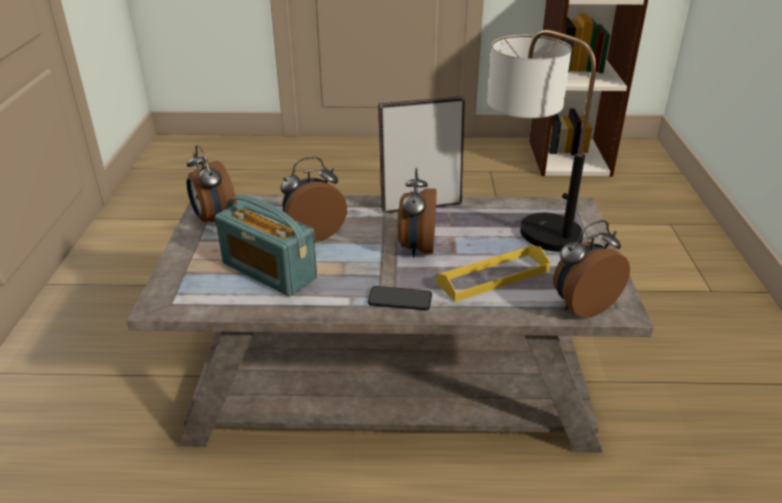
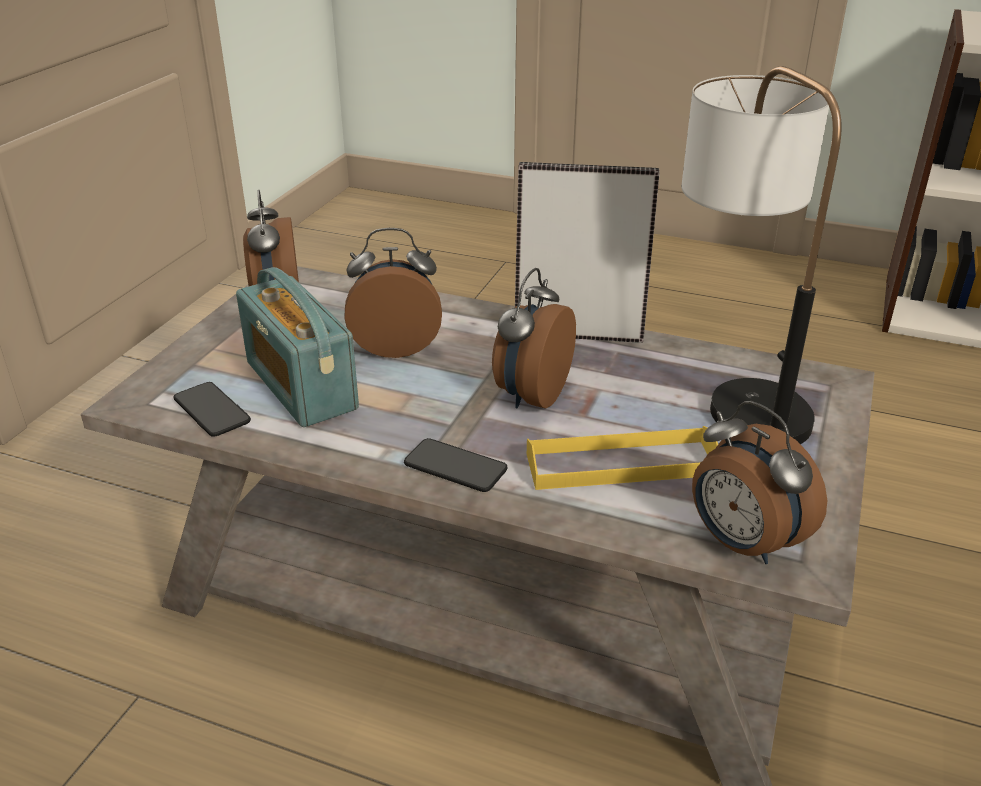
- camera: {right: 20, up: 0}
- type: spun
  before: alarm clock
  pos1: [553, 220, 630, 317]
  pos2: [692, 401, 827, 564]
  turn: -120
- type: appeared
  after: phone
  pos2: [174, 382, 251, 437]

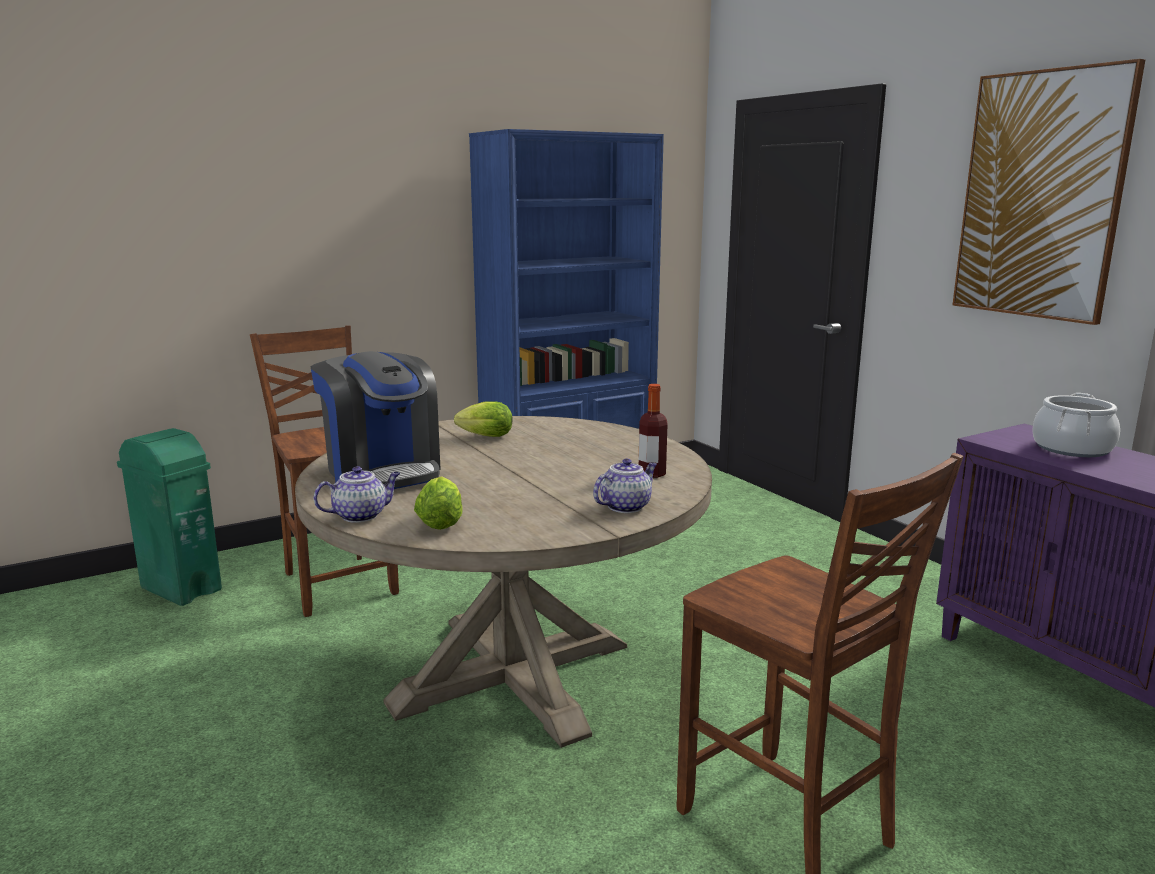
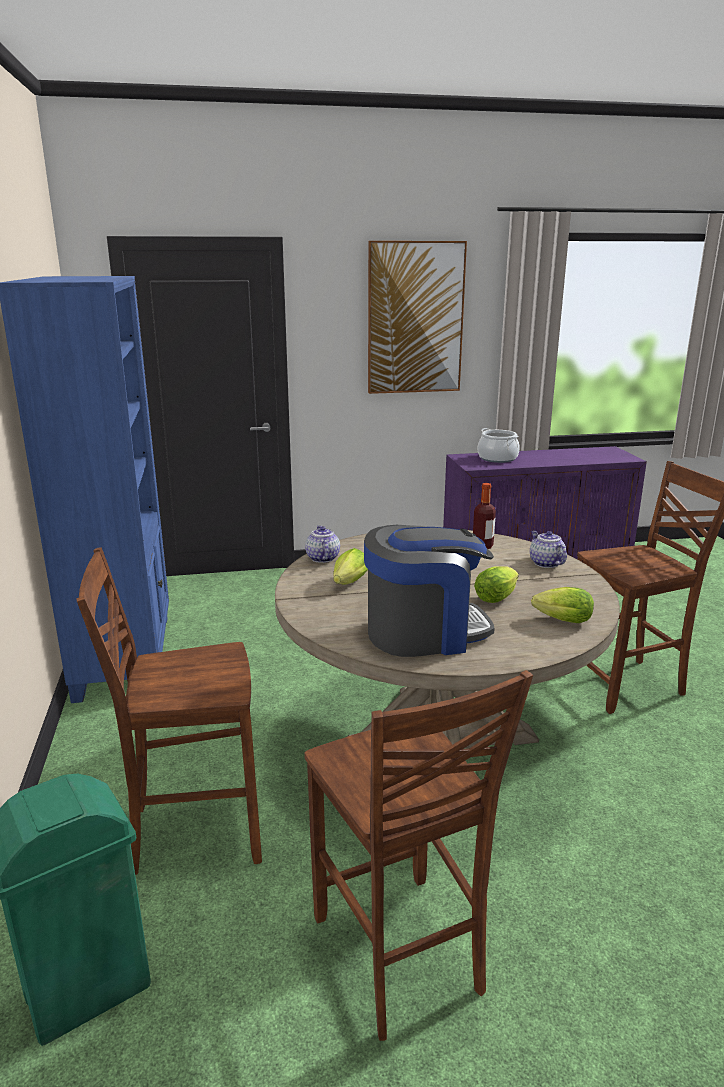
- camera: {right: -70, up: 5}
- type: relocated
  before: teapot
  pos1: [314, 466, 400, 523]
  pos2: [305, 526, 340, 563]
- type: appeared
  after: lettuce
  pos2: [474, 566, 519, 603]
- type: appeared
  after: brown chair
  pos2: [305, 670, 533, 1041]

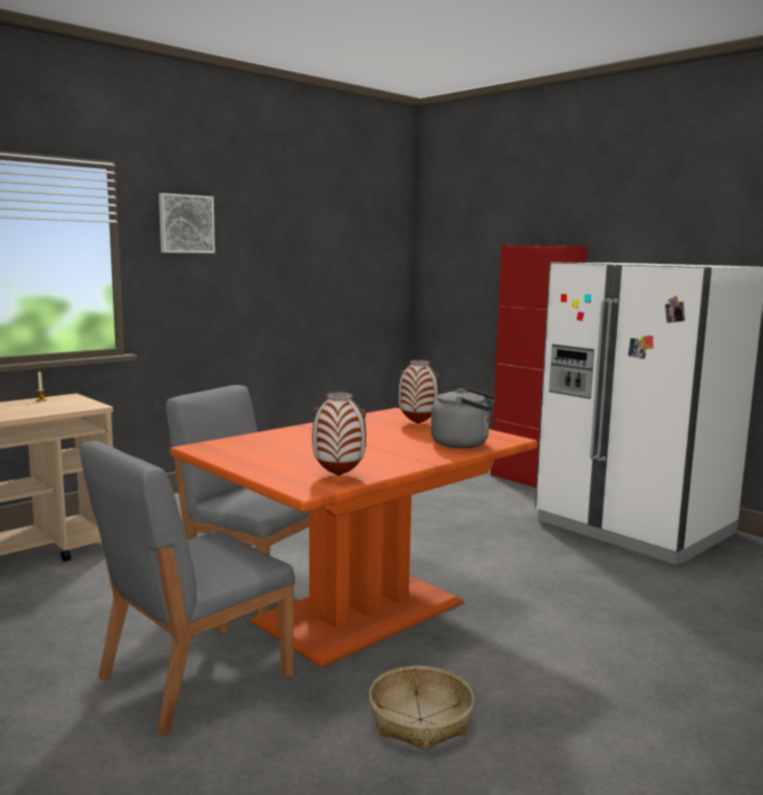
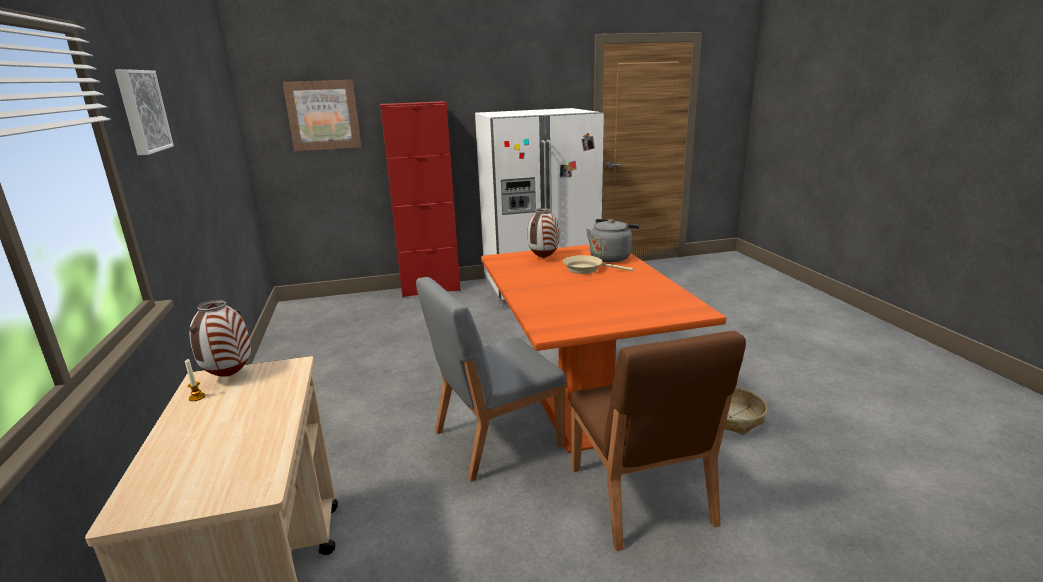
- camera: {right: -60, up: 10}
- type: relocated
  before: vase
  pos1: [312, 392, 366, 476]
  pos2: [189, 300, 251, 377]
- type: colour
  before: grey chair
  after: brown chair
  pos1: [80, 441, 295, 736]
  pos2: [570, 331, 746, 551]
- type: appeared
  after: picture
  pos2: [282, 80, 361, 151]
- type: appeared
  after: beige frying pan
  pos2: [563, 255, 633, 274]

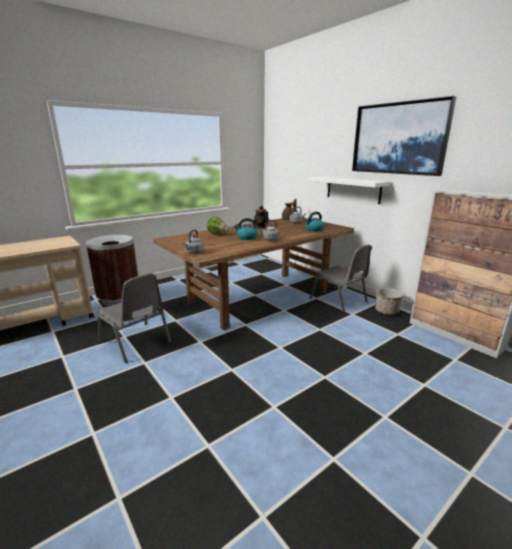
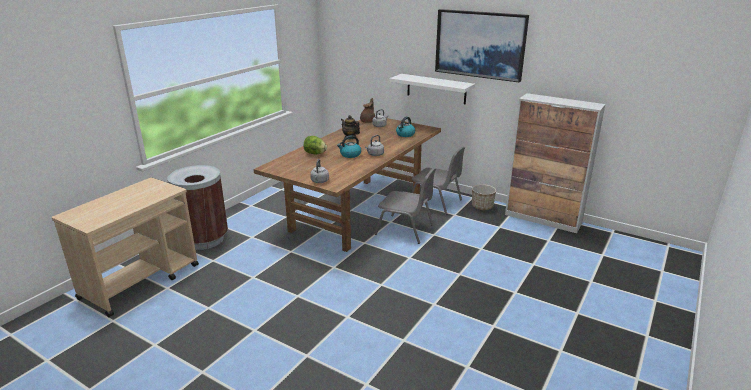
- camera: {right: -20, up: 5}
- type: relocated
  before: grey chair
  pos1: [98, 274, 171, 363]
  pos2: [375, 168, 436, 244]

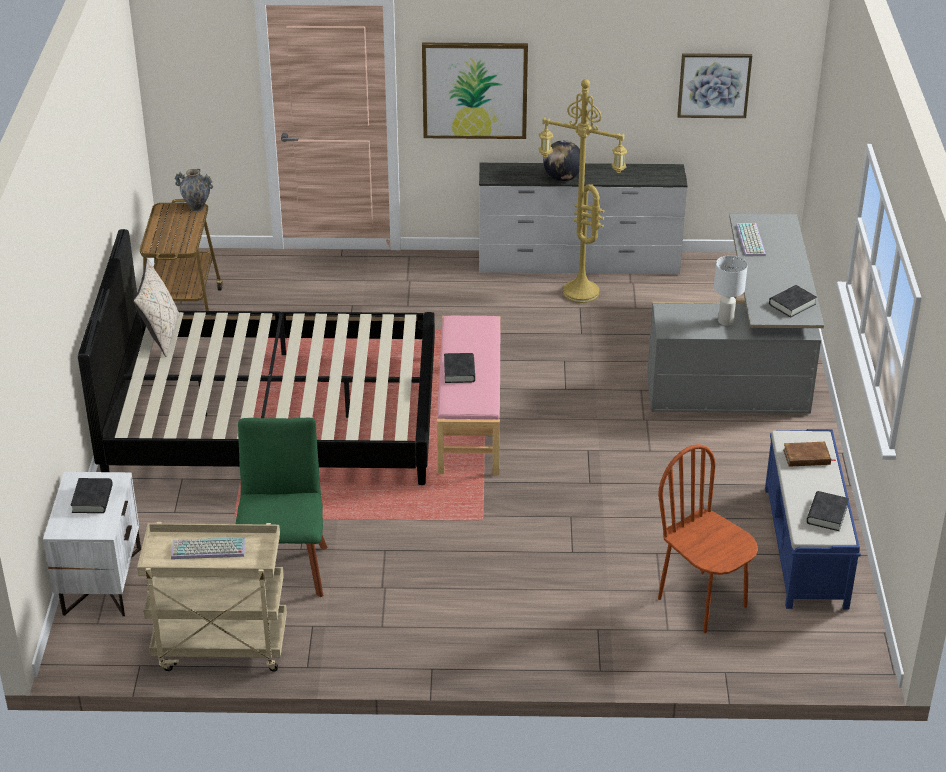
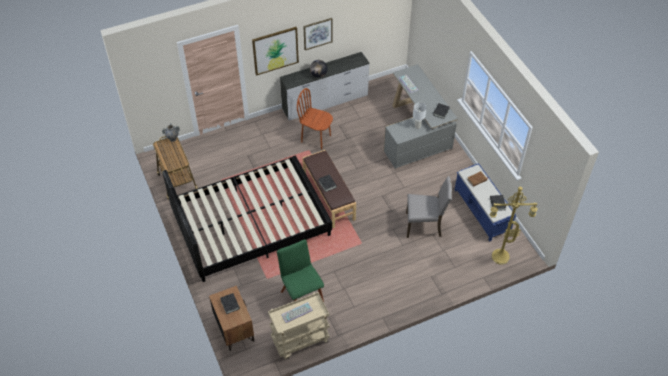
- camera: {right: -25, up: 15}
- type: relocated
  before: picture
  pos1: [677, 53, 752, 118]
  pos2: [303, 18, 333, 50]
- type: relocated
  before: yellow floor lamp
  pos1: [538, 79, 627, 303]
  pos2: [489, 187, 538, 265]
- type: missing
  before: beige pillow
  pos1: [133, 258, 180, 357]
- type: colour
  before: pink bench
  after: brown bench
  pos1: [437, 316, 501, 476]
  pos2: [302, 150, 356, 228]
- type: relocated
  before: brown chair
  pos1: [658, 444, 758, 633]
  pos2: [297, 88, 333, 150]
- type: colour
  before: white nightstand
  after: brown nightstand
  pos1: [43, 472, 141, 616]
  pos2: [209, 286, 254, 351]
- type: appeared
  after: grey chair
  pos2: [406, 176, 452, 238]

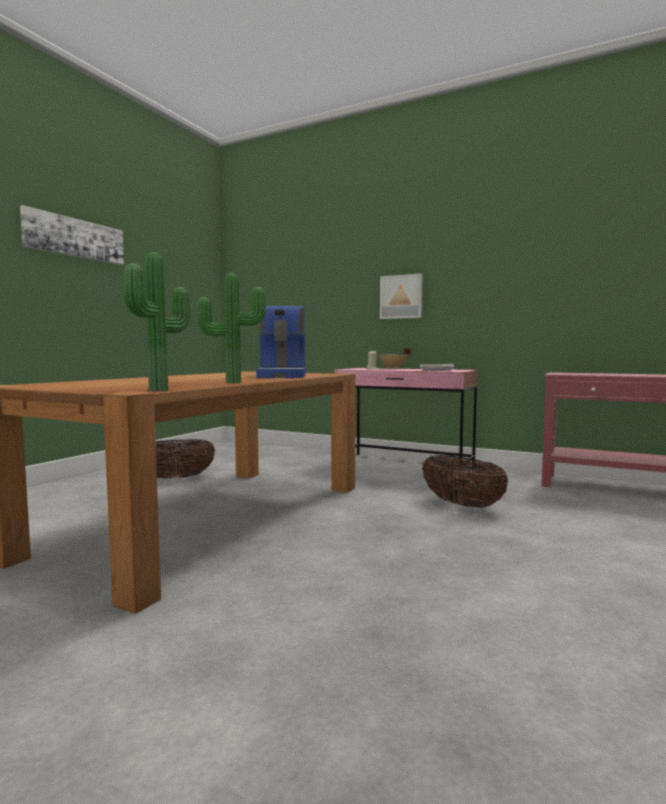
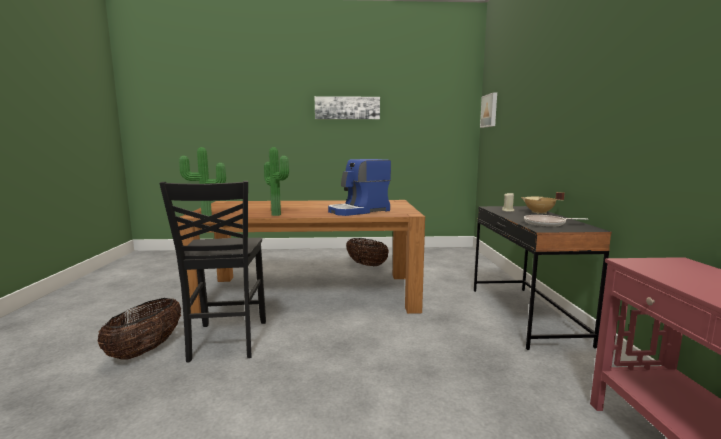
- camera: {right: 60, up: 5}
- type: relocated
  before: picture
  pos1: [380, 273, 423, 319]
  pos2: [480, 92, 497, 128]
- type: colour
  before: pink desk
  after: black desk
  pos1: [334, 368, 478, 479]
  pos2: [474, 206, 612, 350]
- type: relocated
  before: basket
  pos1: [422, 455, 508, 508]
  pos2: [98, 298, 181, 359]
- type: appeared
  after: black chair
  pos2: [159, 181, 266, 362]

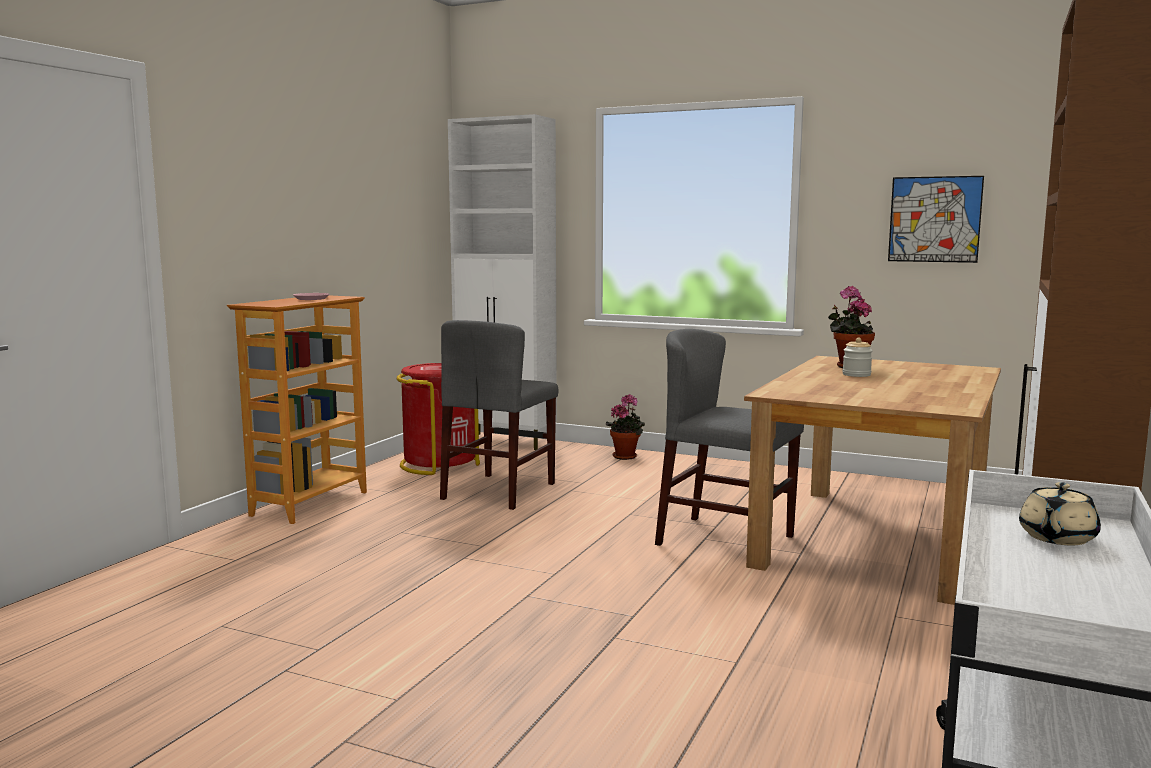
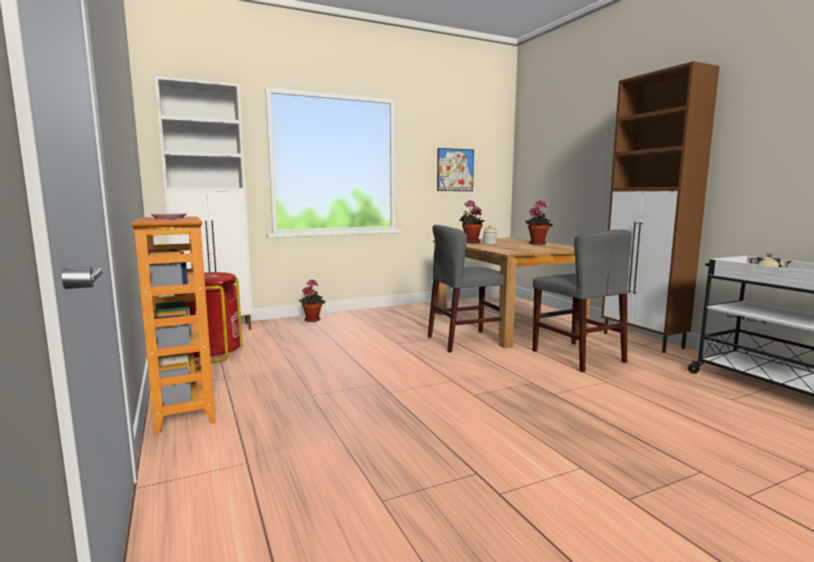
- camera: {right: -50, up: 0}
- type: relocated
  before: grey chair
  pos1: [440, 320, 558, 510]
  pos2: [533, 230, 632, 372]
- type: appeared
  after: potted plant
  pos2: [525, 201, 553, 245]

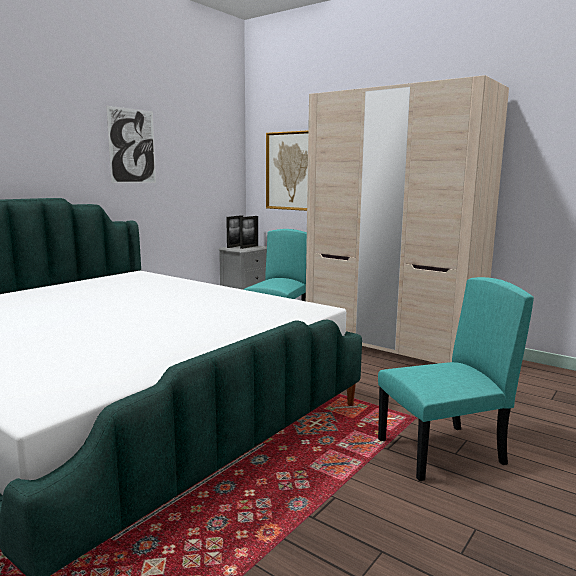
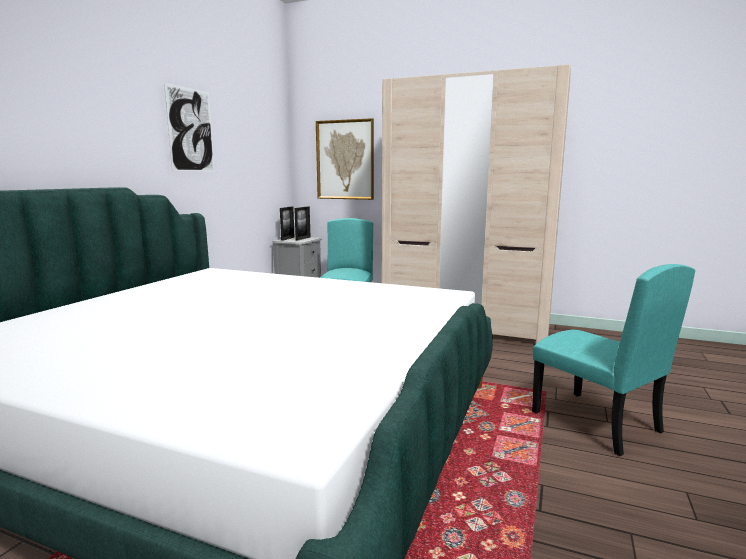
- camera: {right: -15, up: 0}
- type: spun
  before: turquoise chair
  pos1: [378, 277, 534, 481]
  pos2: [532, 264, 695, 456]
  turn: 90

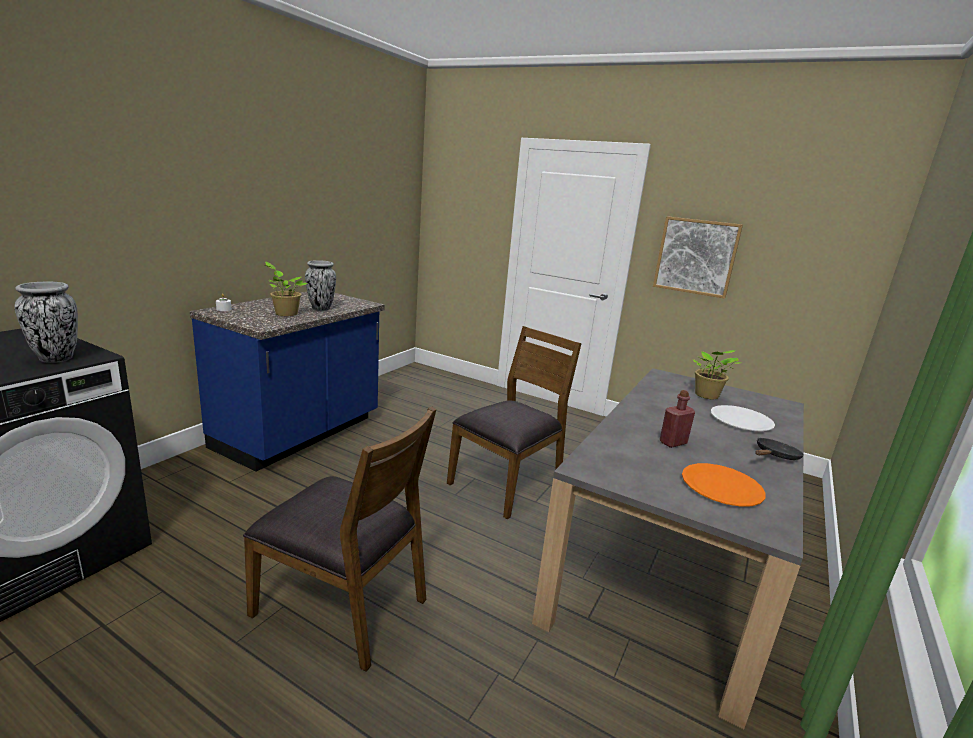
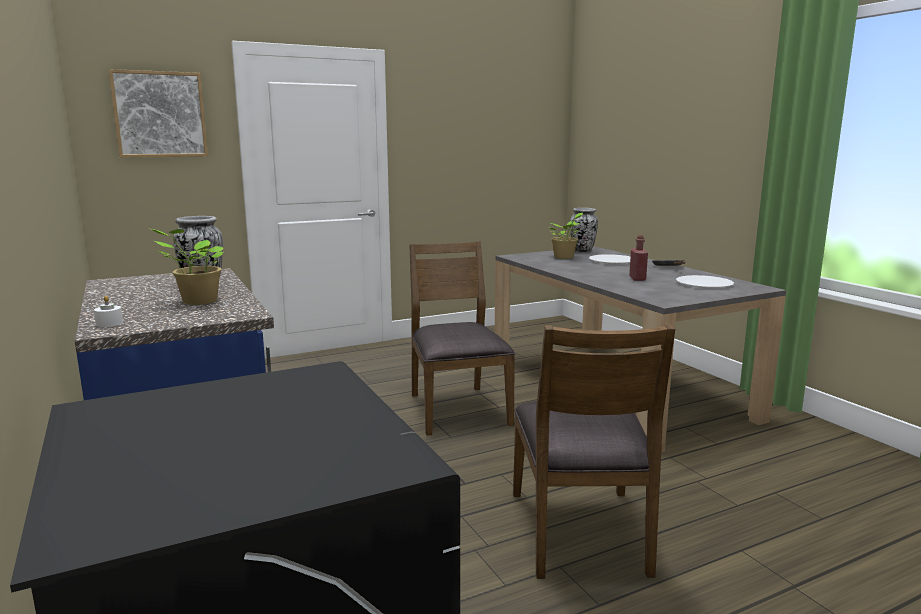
- camera: {right: -55, up: -5}
- type: relocated
  before: picture
  pos1: [653, 216, 743, 299]
  pos2: [108, 69, 208, 158]
- type: relocated
  before: vase
  pos1: [15, 282, 78, 363]
  pos2: [570, 208, 598, 253]
- type: spun
  before: brown chair
  pos1: [243, 406, 437, 672]
  pos2: [513, 325, 675, 579]
  turn: 120
- type: colour
  before: orange plate
  after: white plate
  pos1: [682, 463, 766, 506]
  pos2: [676, 275, 734, 288]

